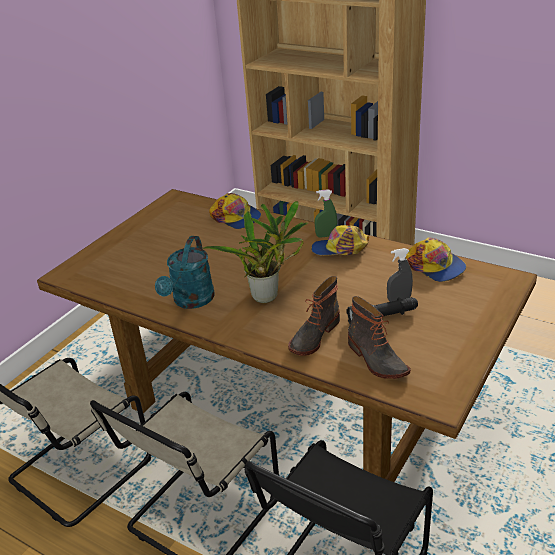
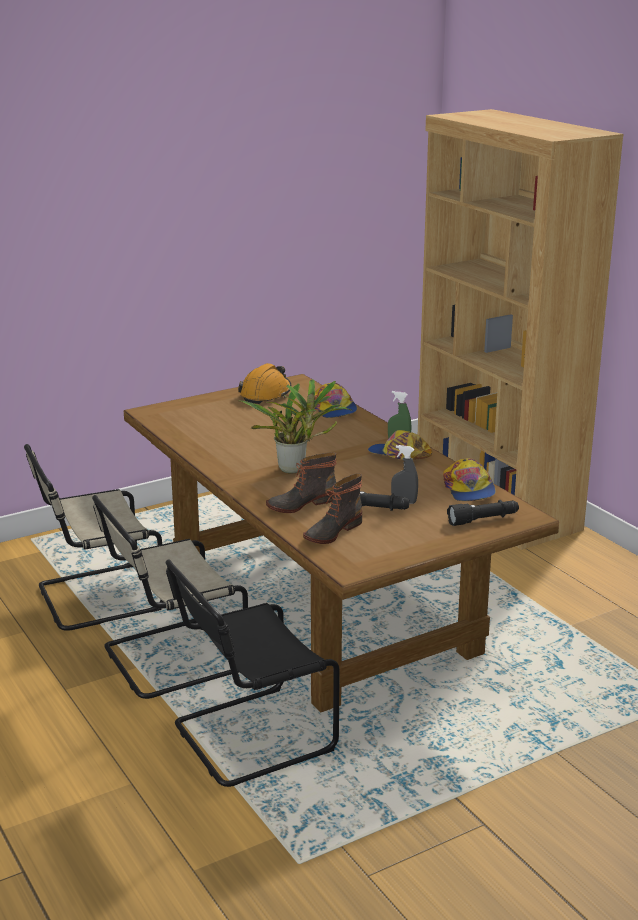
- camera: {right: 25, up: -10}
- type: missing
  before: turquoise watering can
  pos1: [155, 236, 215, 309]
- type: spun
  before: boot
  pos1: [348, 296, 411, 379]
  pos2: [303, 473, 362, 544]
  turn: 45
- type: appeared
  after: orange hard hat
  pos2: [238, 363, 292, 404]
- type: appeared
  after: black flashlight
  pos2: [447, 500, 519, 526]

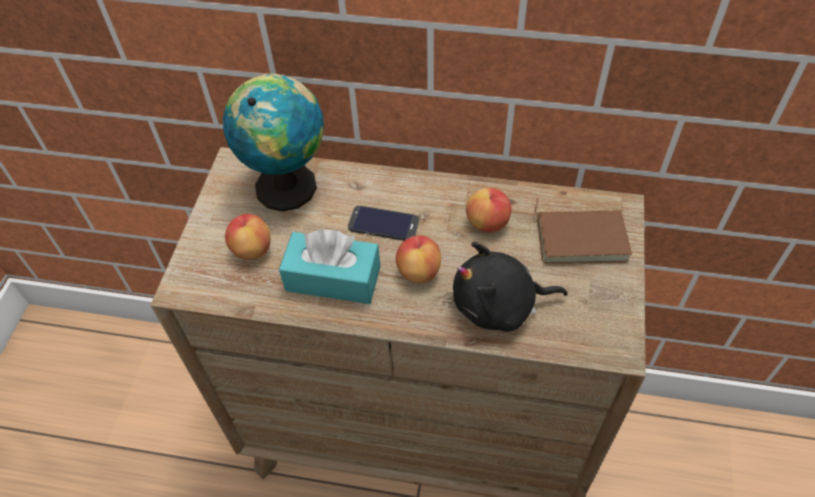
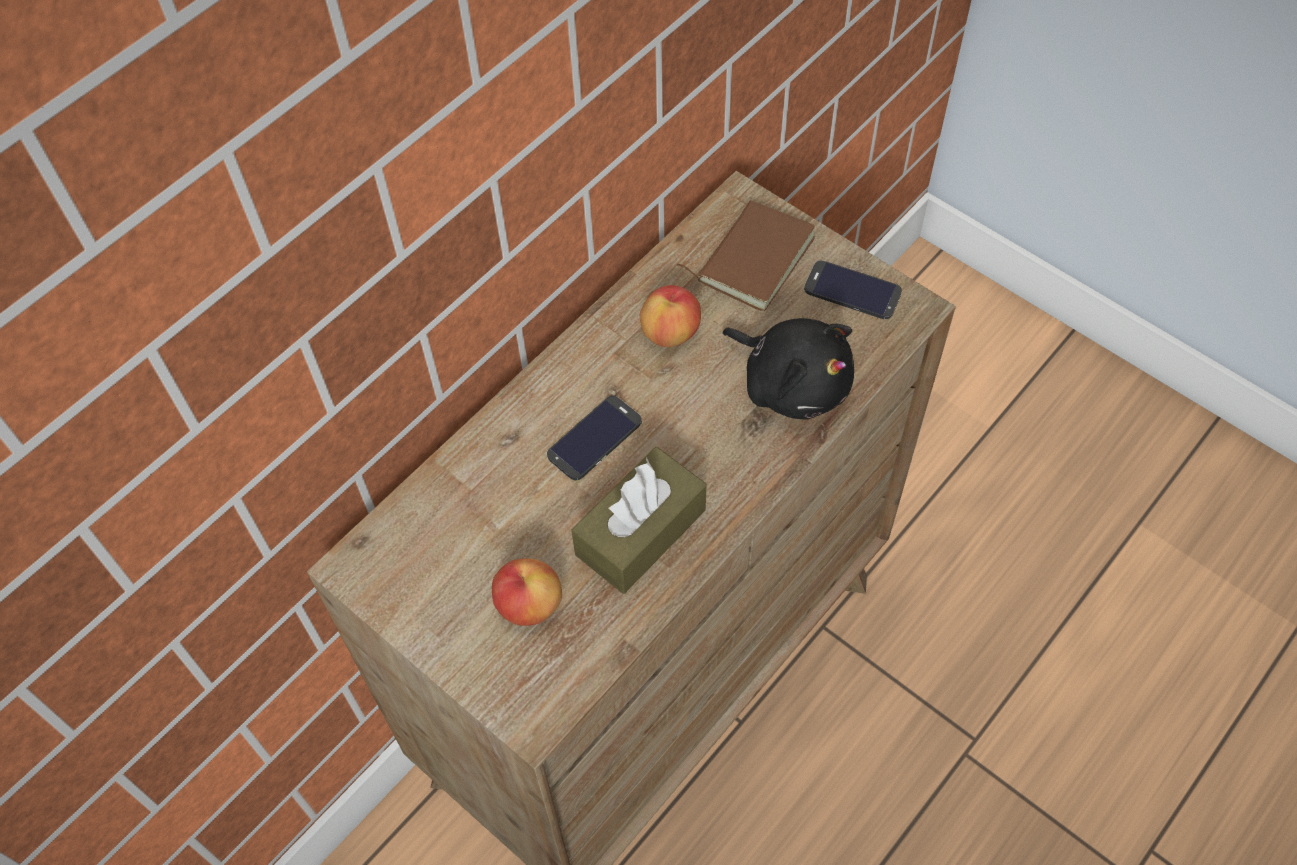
- camera: {right: -60, up: 5}
- type: missing
  before: globe
  pos1: [223, 74, 324, 212]
- type: colour
  before: turquoise tissue box
  after: brown tissue box
  pos1: [279, 229, 381, 304]
  pos2: [572, 447, 706, 594]
- type: missing
  before: apple
  pos1: [396, 236, 441, 283]
- type: spun
  before: black plush toy
  pos1: [453, 242, 568, 332]
  pos2: [722, 318, 854, 420]
  turn: -75
- type: appeared
  after: phone
  pos2: [804, 260, 902, 319]

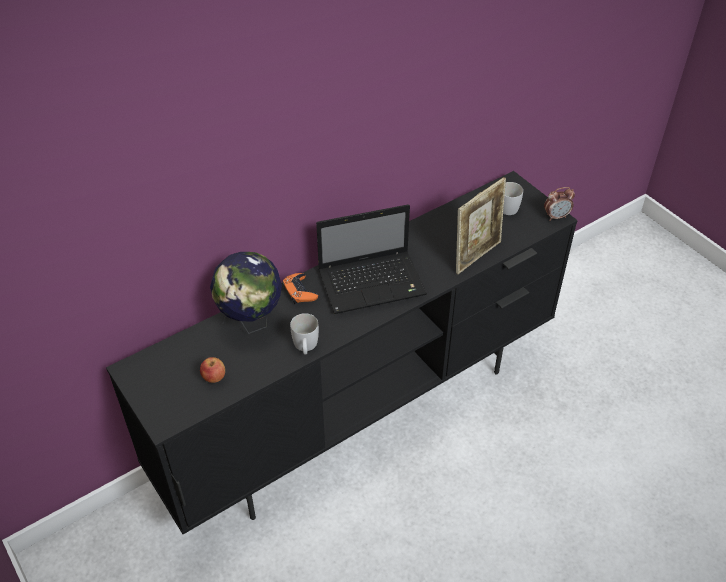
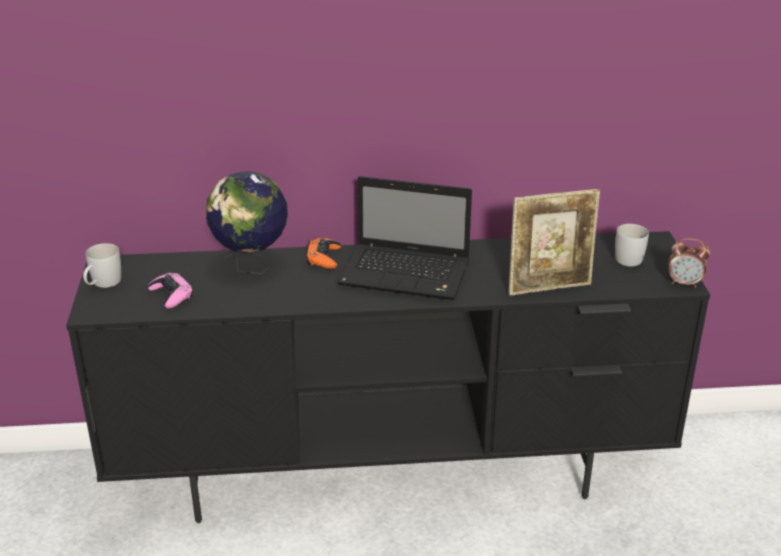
- camera: {right: 30, up: -15}
- type: relocated
  before: white mug
  pos1: [290, 313, 319, 355]
  pos2: [83, 243, 121, 288]
- type: exchanged
  before: apple
  after: pink game controller
  pos1: [200, 357, 225, 383]
  pos2: [148, 273, 193, 308]

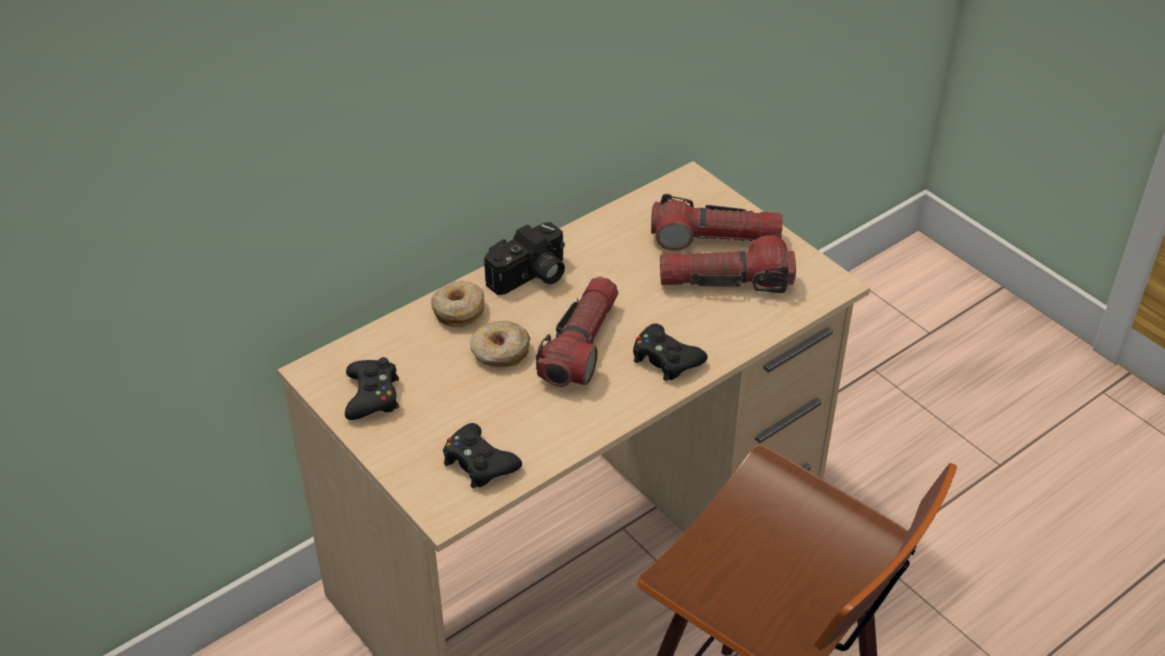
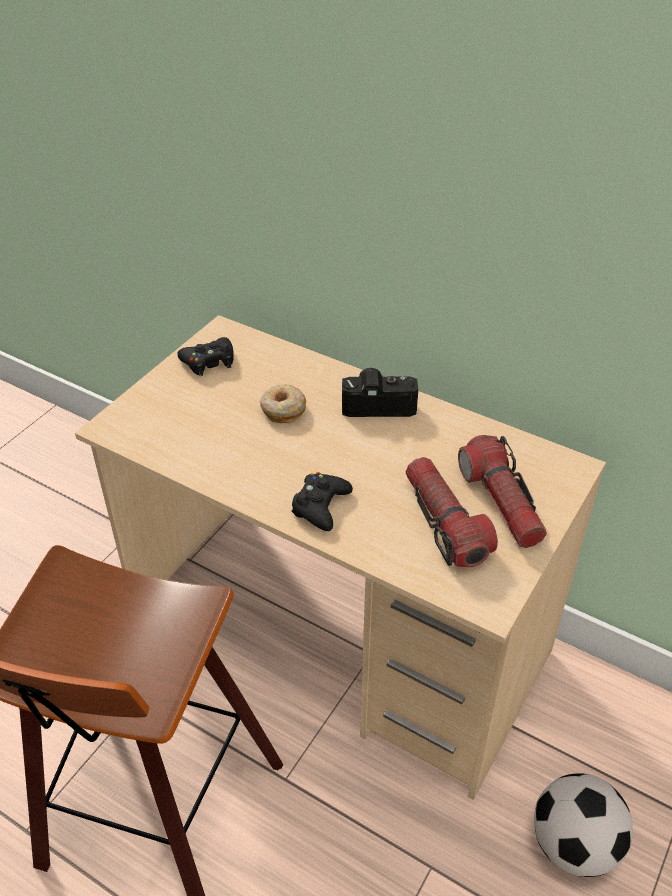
- camera: {right: 70, up: 0}
- type: spun
  before: photo camera
  pos1: [484, 222, 565, 295]
  pos2: [342, 368, 418, 417]
  turn: 150
- type: missing
  before: flashlight
  pos1: [536, 277, 618, 387]
- type: missing
  before: donut
  pos1: [431, 281, 485, 327]
- type: missing
  before: black game controller
  pos1: [443, 423, 522, 488]
- type: appeared
  after: football
  pos2: [534, 773, 633, 877]

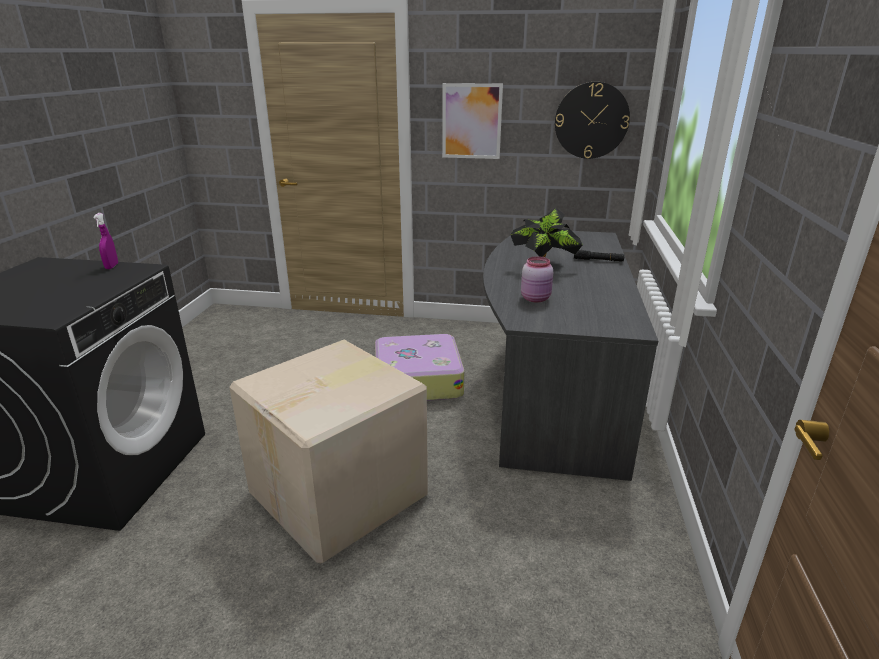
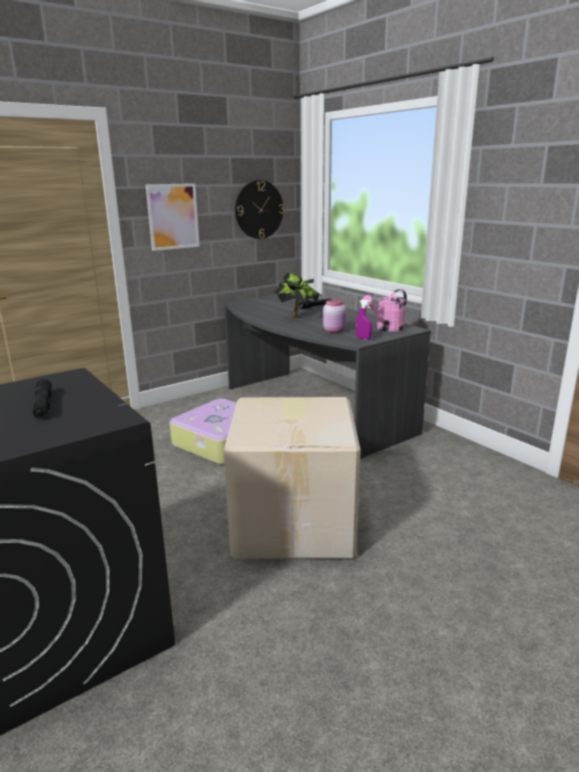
- camera: {right: -45, up: -5}
- type: relocated
  before: purple spray bottle
  pos1: [93, 213, 118, 269]
  pos2: [356, 299, 372, 340]
- type: appeared
  after: pink watering can
  pos2: [363, 289, 407, 332]
- type: appeared
  after: black flashlight
  pos2: [33, 379, 52, 419]

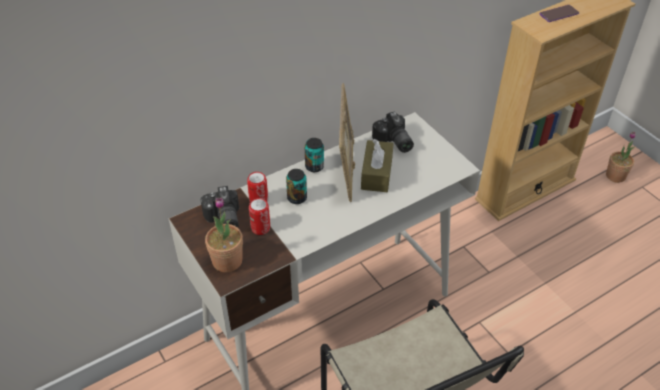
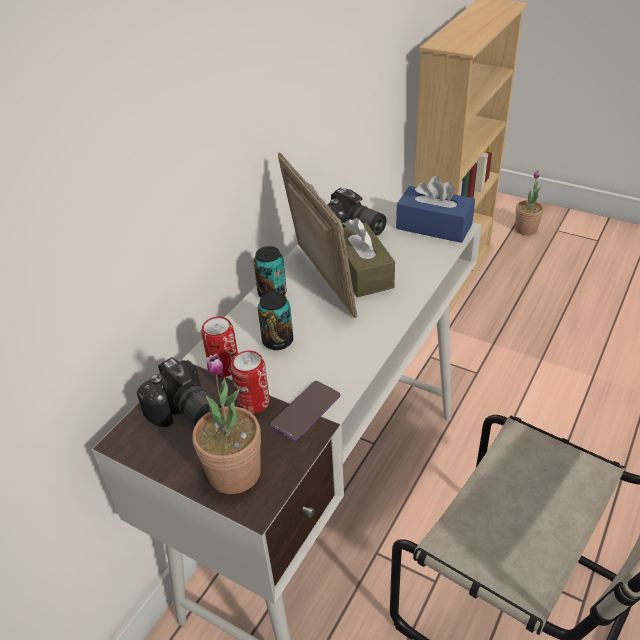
- camera: {right: -25, up: -5}
- type: relocated
  before: phone
  pos1: [539, 5, 579, 22]
  pos2: [270, 381, 340, 441]
- type: appeared
  after: blue tissue box
  pos2: [396, 176, 475, 243]

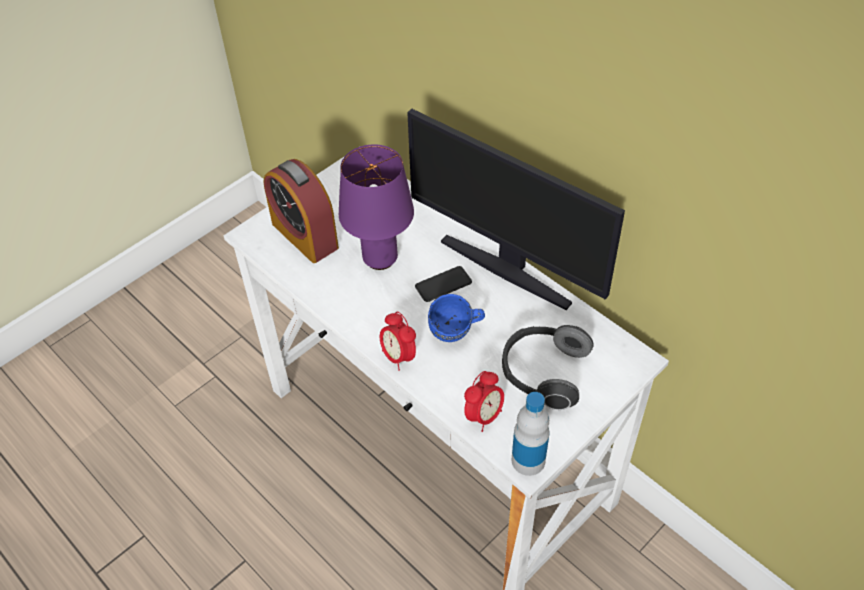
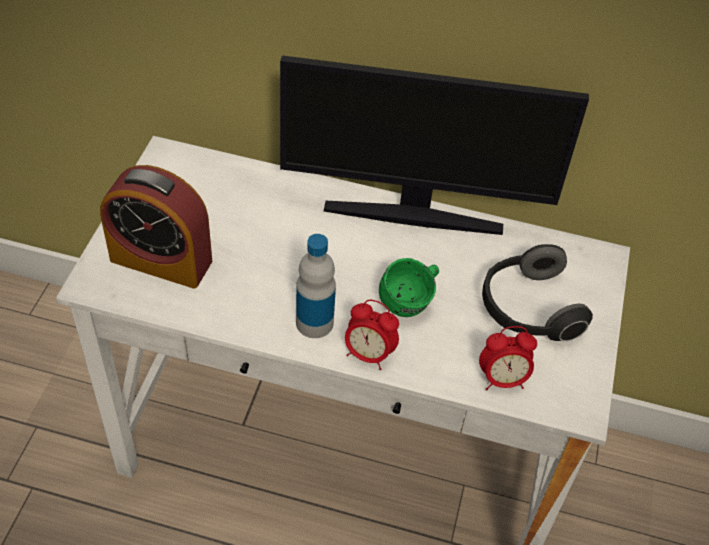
- camera: {right: -35, up: 0}
- type: missing
  before: purple table lamp
  pos1: [339, 144, 414, 270]
- type: missing
  before: phone
  pos1: [415, 266, 472, 302]
- type: colour
  before: blue mug
  after: green mug
  pos1: [428, 294, 485, 342]
  pos2: [379, 258, 439, 317]
- type: spun
  before: alarm clock
  pos1: [464, 371, 504, 432]
  pos2: [479, 326, 537, 390]
  turn: 75
- type: relocated
  before: bottle
  pos1: [511, 392, 549, 476]
  pos2: [296, 234, 336, 338]

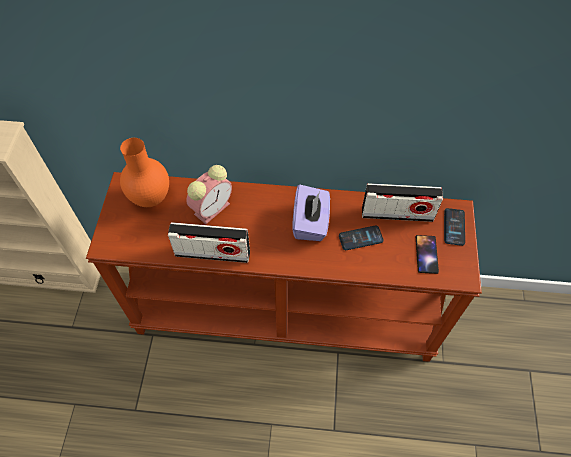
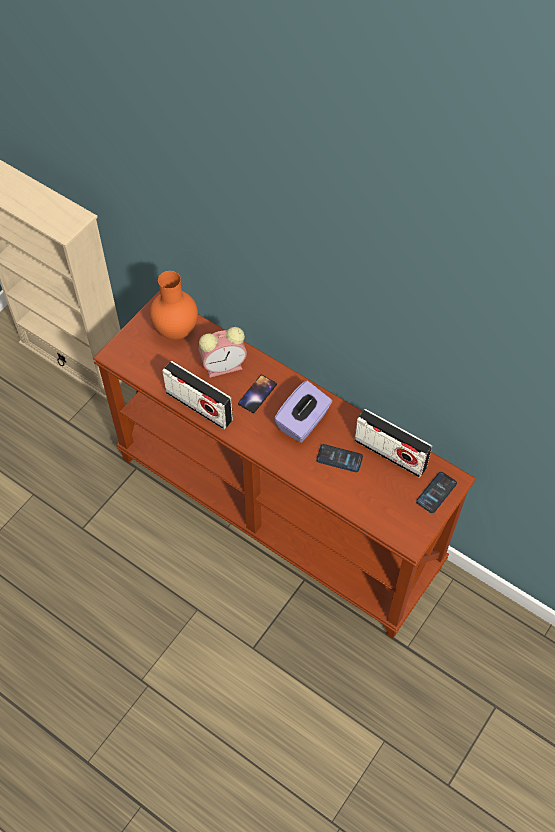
- camera: {right: 30, up: 0}
- type: relocated
  before: phone
  pos1: [416, 235, 439, 274]
  pos2: [238, 375, 277, 413]

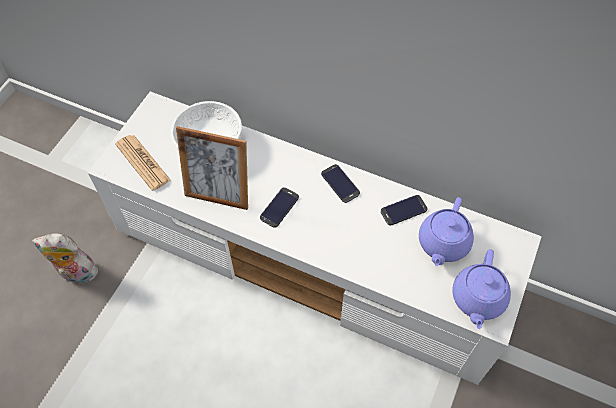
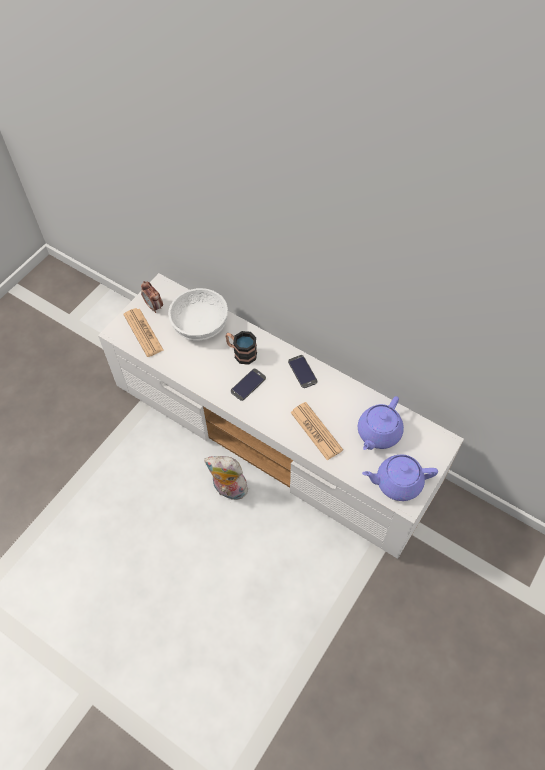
- camera: {right: 10, up: 0}
- type: missing
  before: picture frame
  pos1: [176, 126, 248, 210]
- type: missing
  before: phone
  pos1: [381, 195, 427, 225]
- type: relocated
  before: plush toy
  pos1: [32, 233, 98, 284]
  pos2: [204, 456, 248, 500]
- type: spun
  before: purple teapot
  pos1: [452, 249, 511, 329]
  pos2: [362, 455, 438, 501]
  turn: 60
- type: appeared
  after: alarm clock
  pos2: [141, 281, 163, 313]
- type: appeared
  after: mug
  pos2: [225, 331, 257, 365]
- type: appeared
  after: newspaper
  pos2: [290, 402, 343, 460]

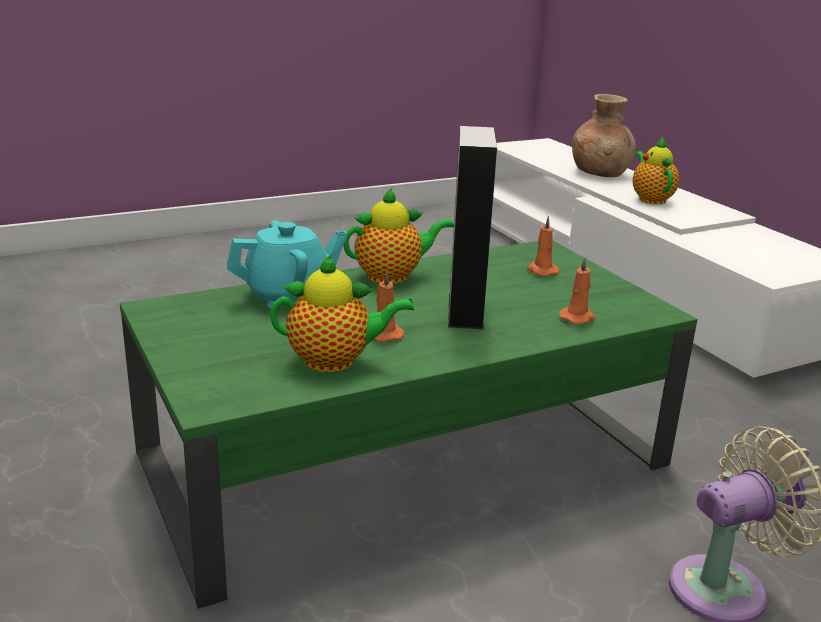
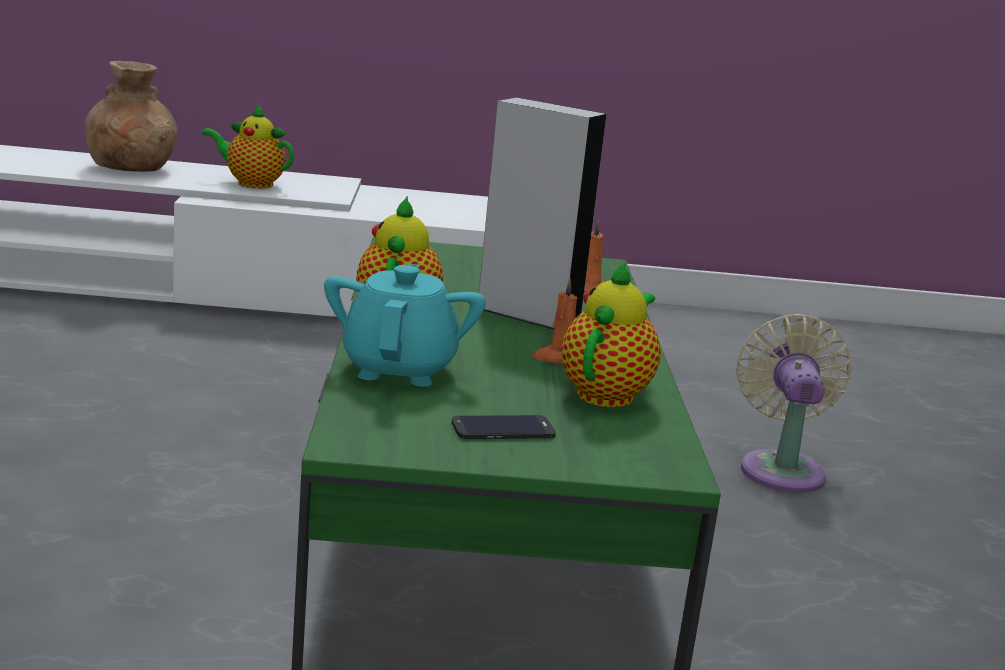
- camera: {right: -65, up: -5}
- type: missing
  before: orange candle
  pos1: [527, 216, 559, 276]
- type: appeared
  after: phone
  pos2: [451, 415, 556, 439]

